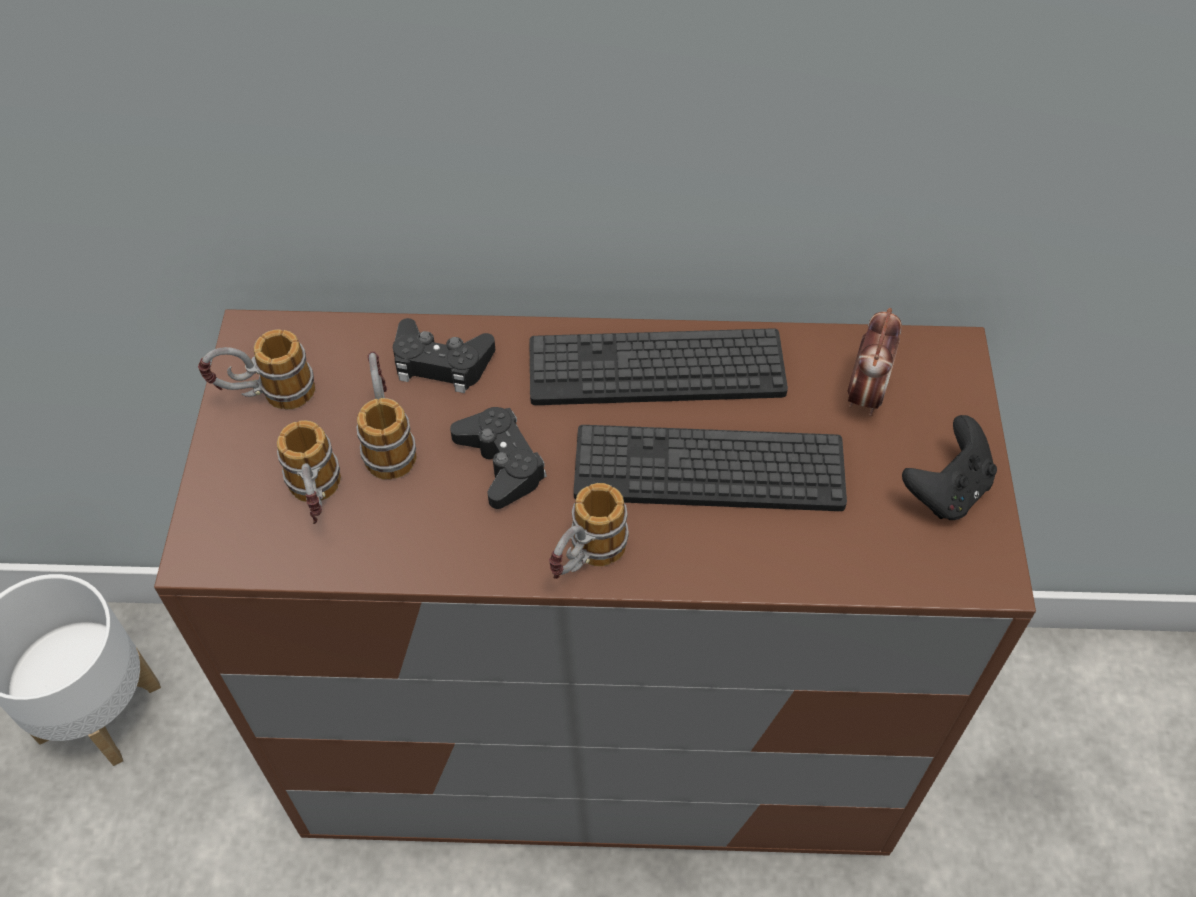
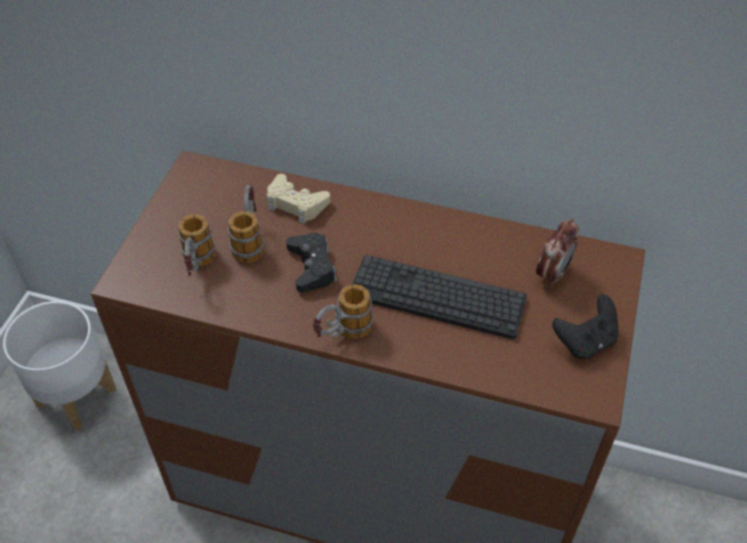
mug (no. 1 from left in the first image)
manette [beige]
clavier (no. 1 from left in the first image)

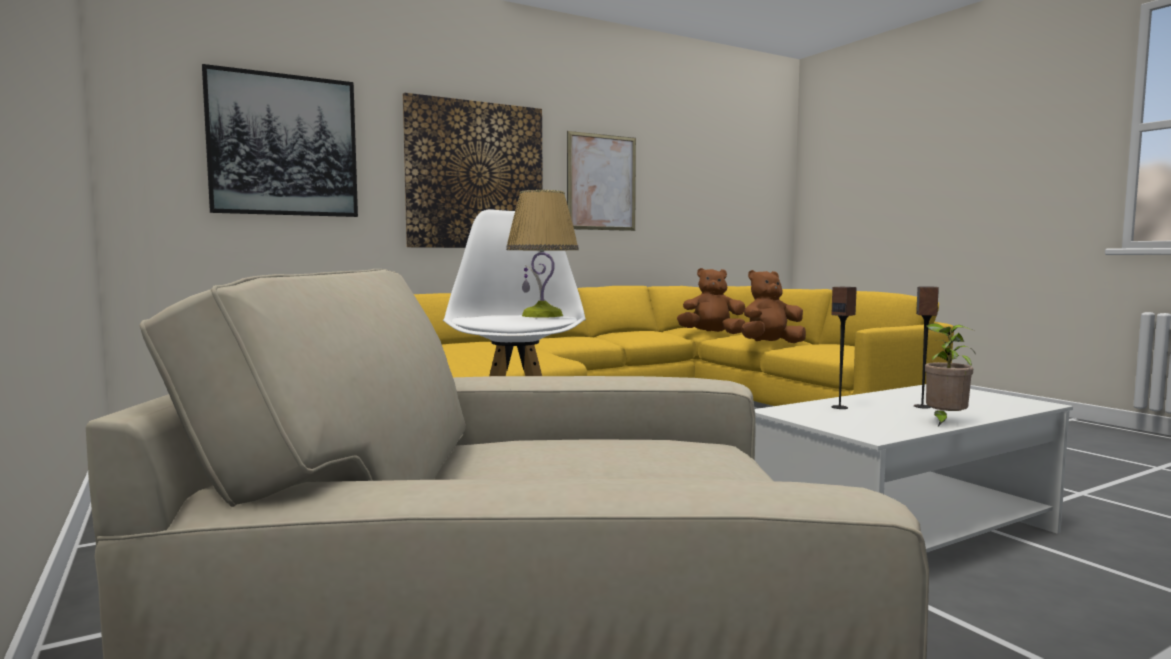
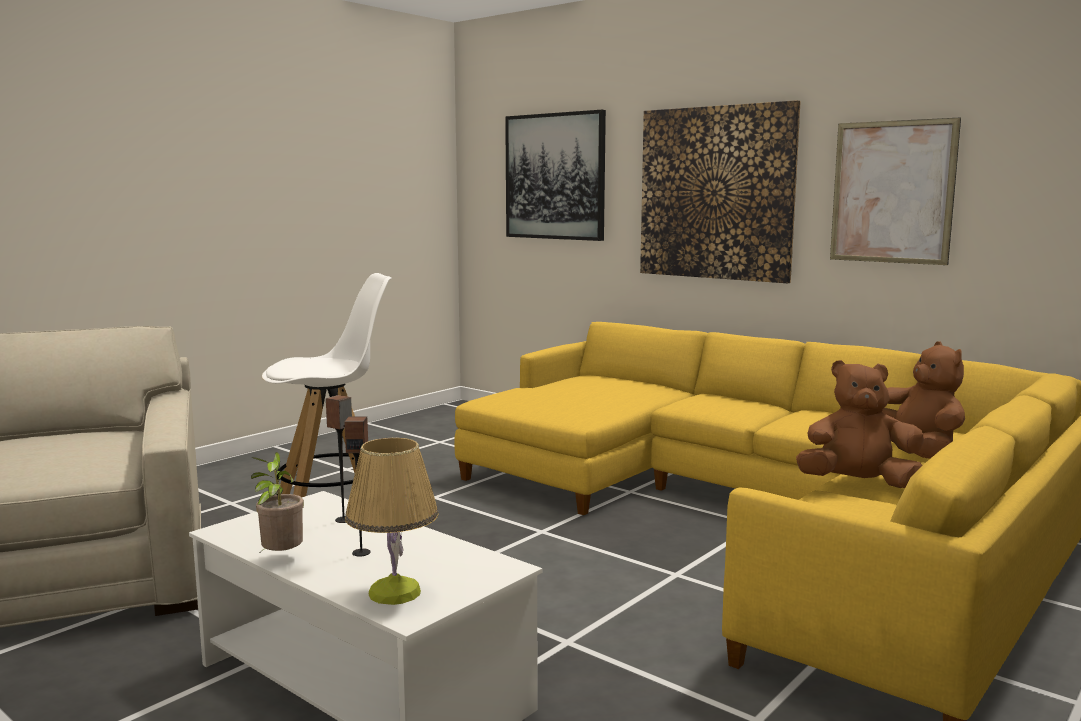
lampe de table
peluche [marron] (no. 1 from left)

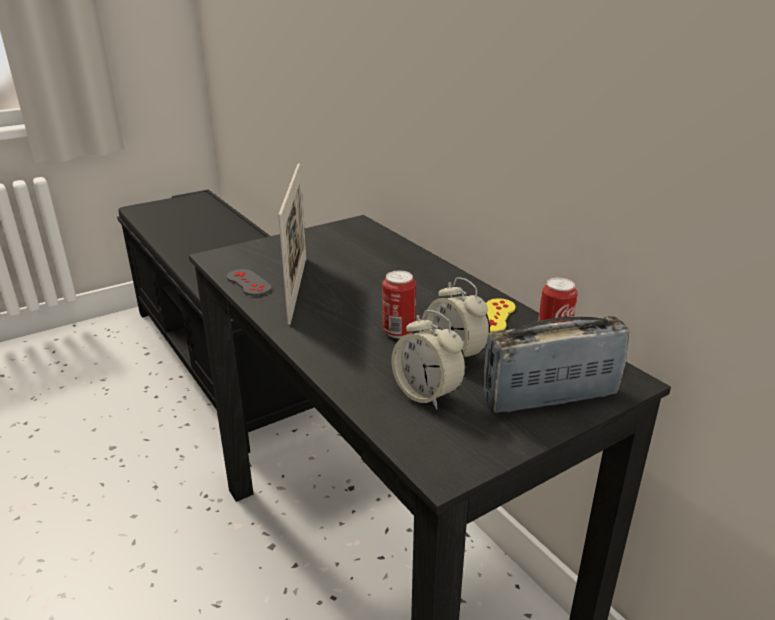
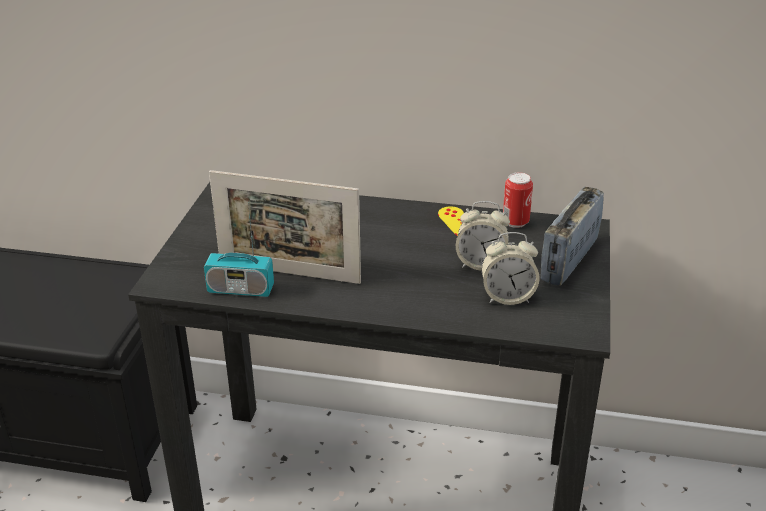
radio (no. 1 from left)
cadre photo
boîte métallique (no. 1 from left in the first image)

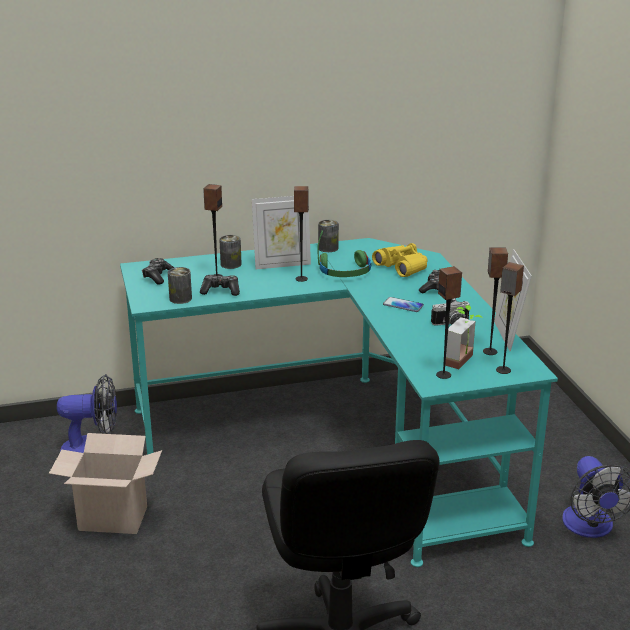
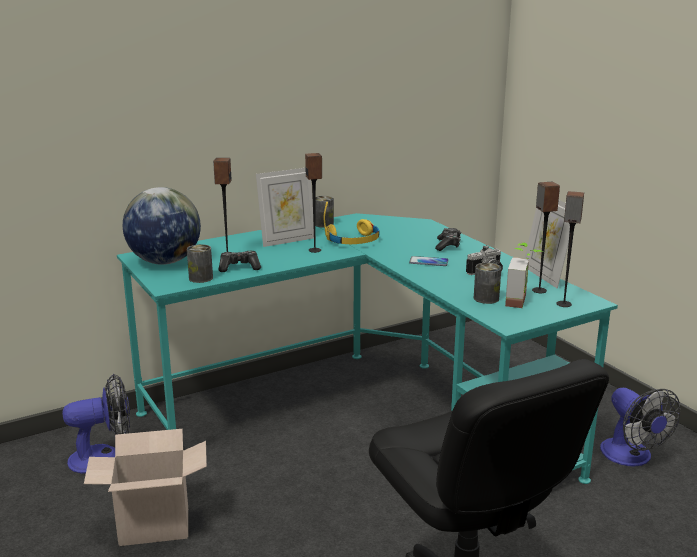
globe
boîte métallique (no. 3 from left)
casque audio [jaune]
jumelles [jaune]
enceinte (no. 3 from left in the first image)

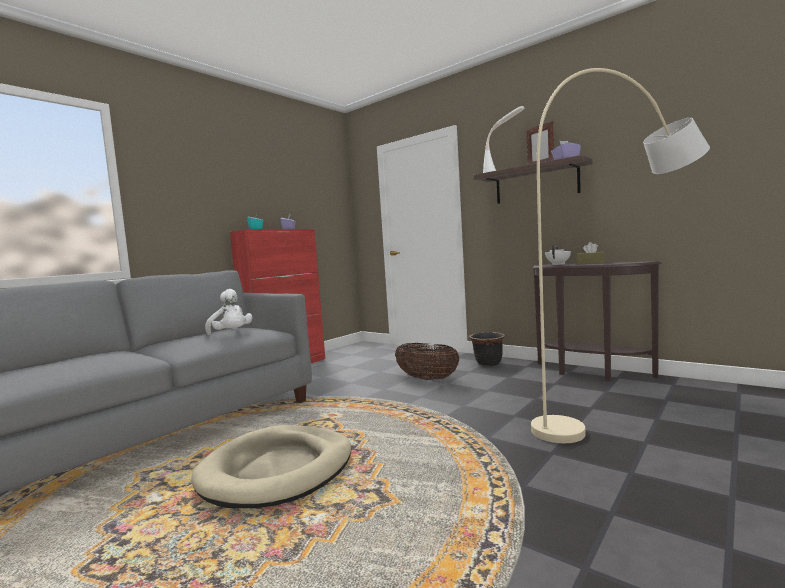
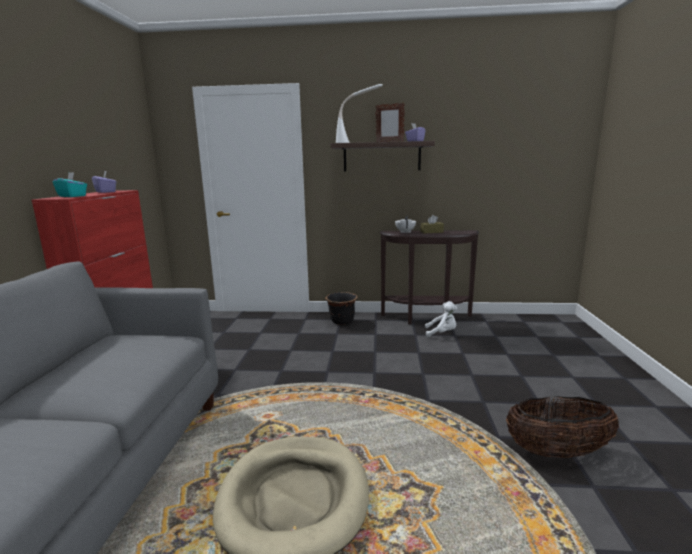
peluche [blanc]
panier
lampadaire [beige]

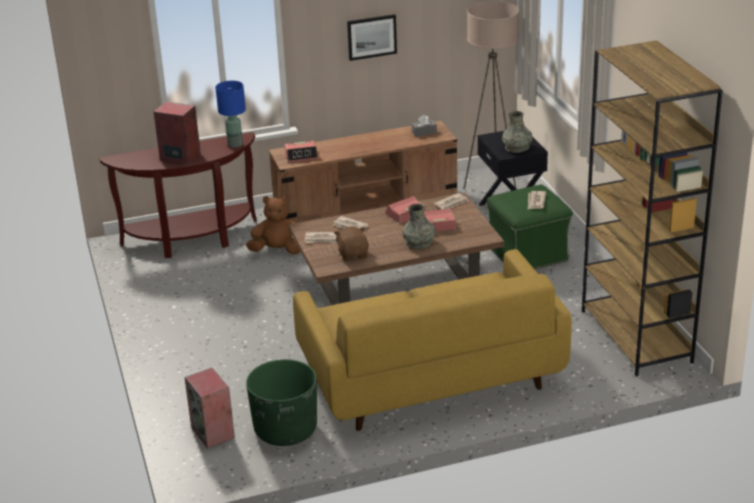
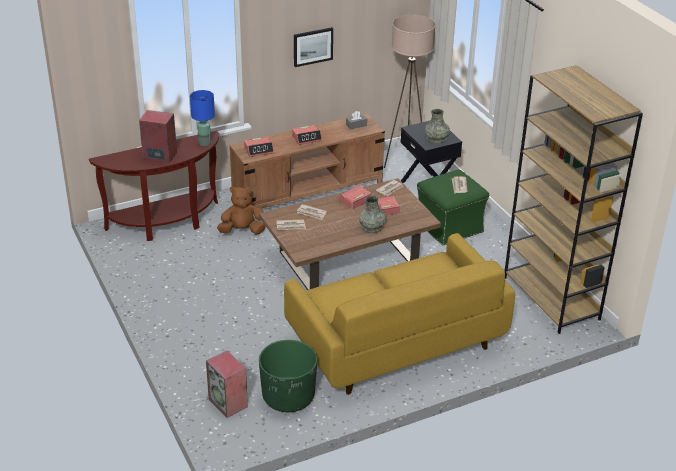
peluche [marron] (no. 2 from left in the first image)
réveil (no. 2 from left)

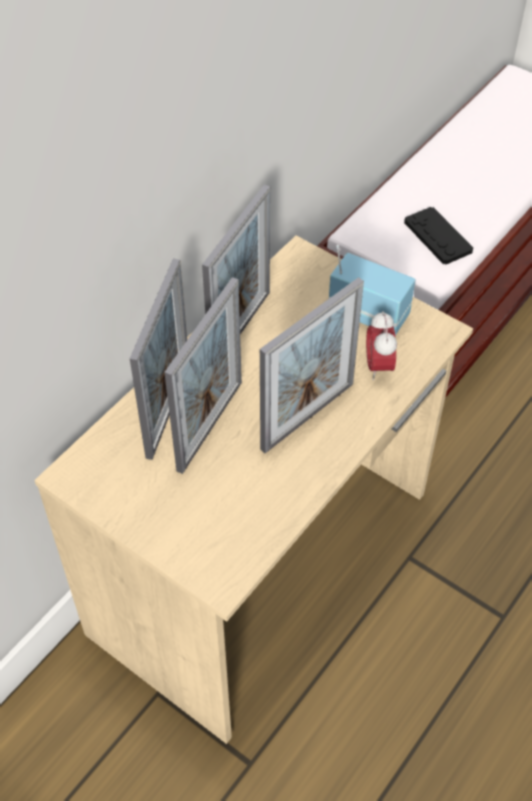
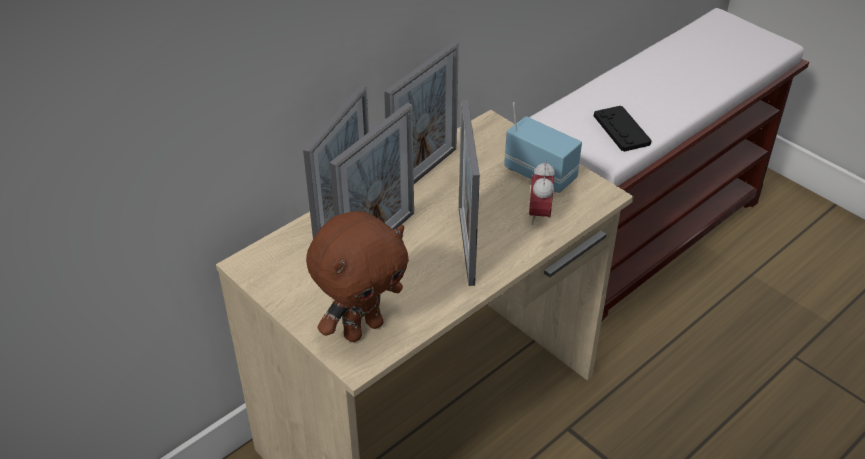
cadre photo (no. 4 from left)
peluche [marron]

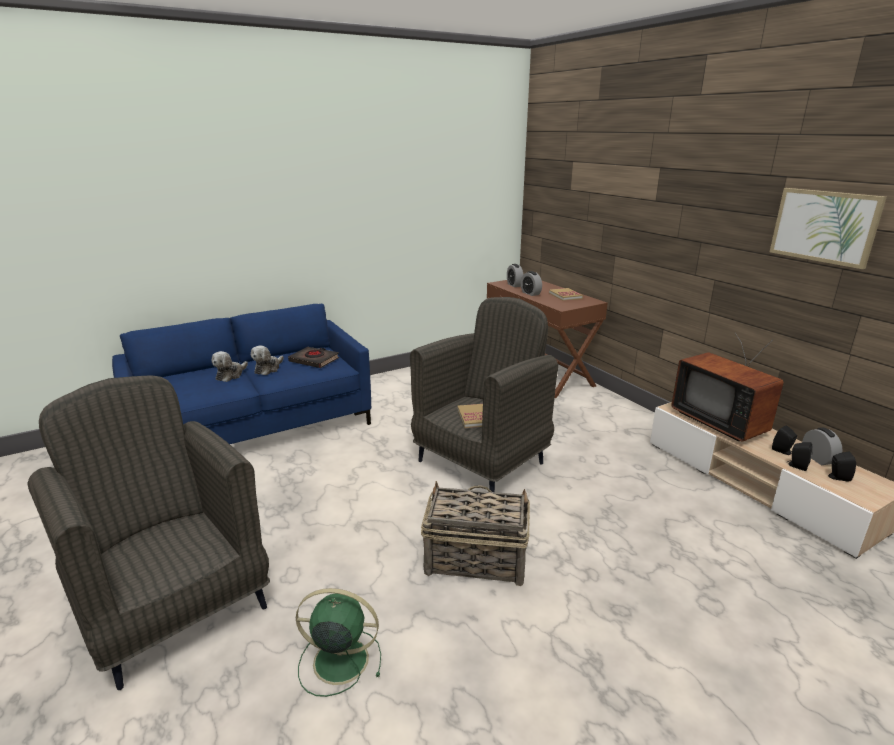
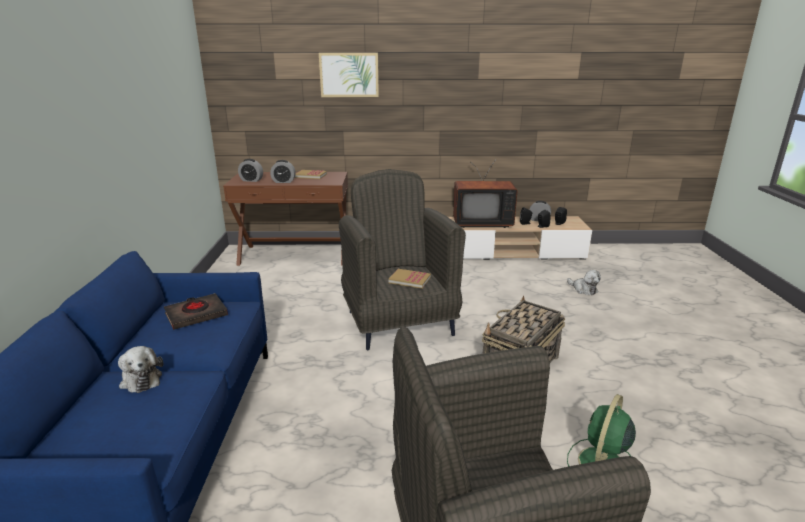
peluche (no. 2 from left)
tableau

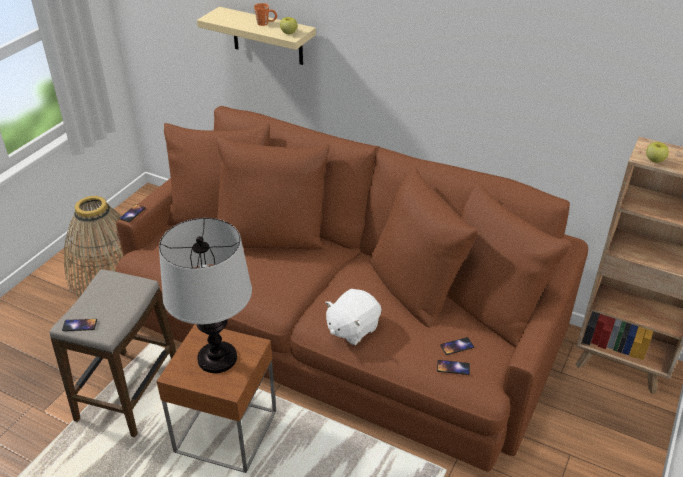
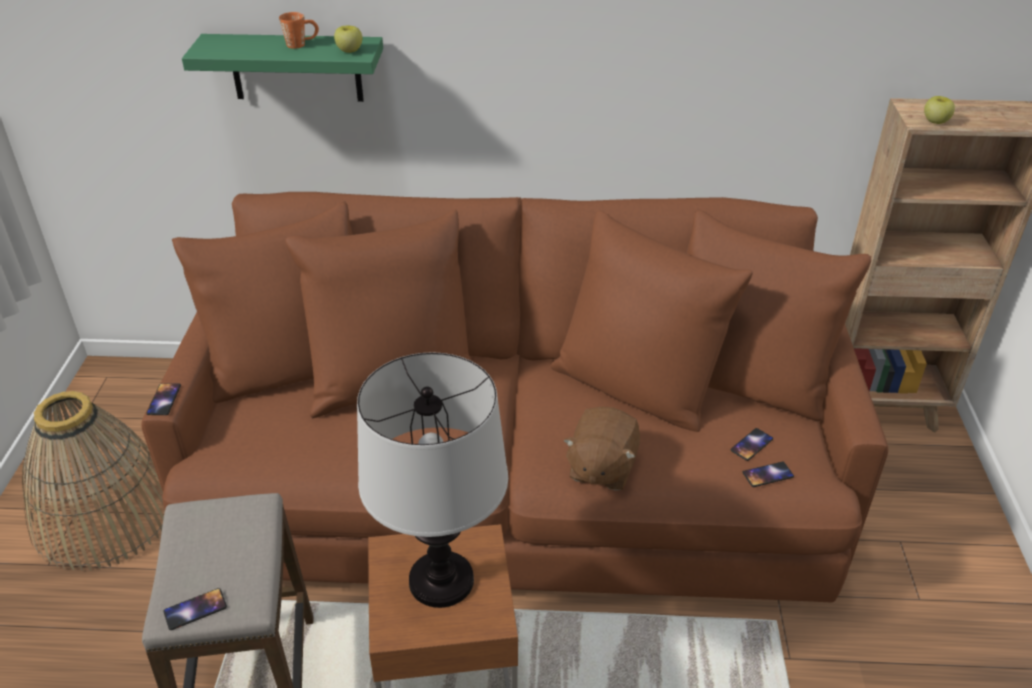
étagère [vert]
peluche [marron]

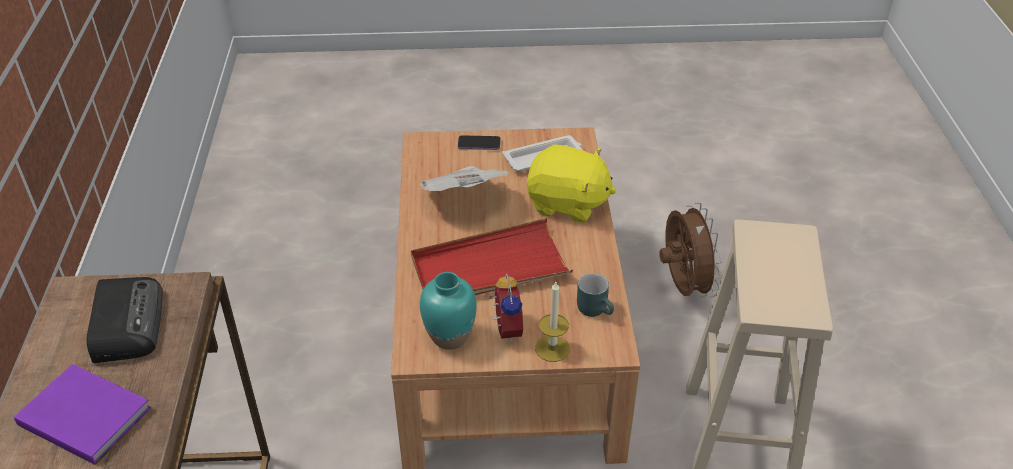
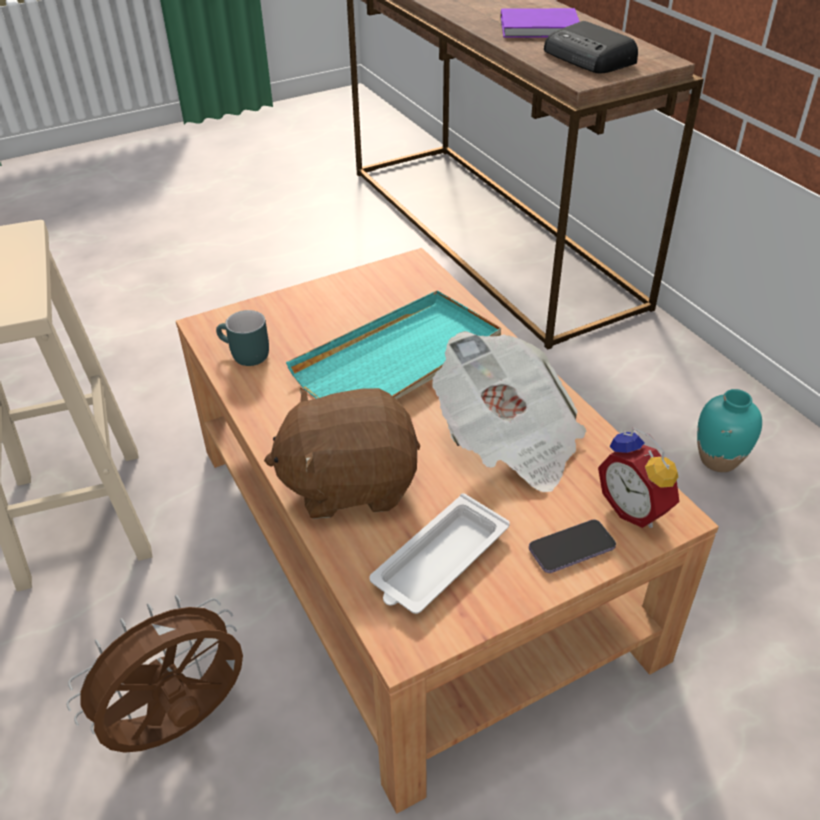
plateau [turquoise]
vase [turquoise]
réveil
peluche [marron]
bougie
ventilateur [marron]

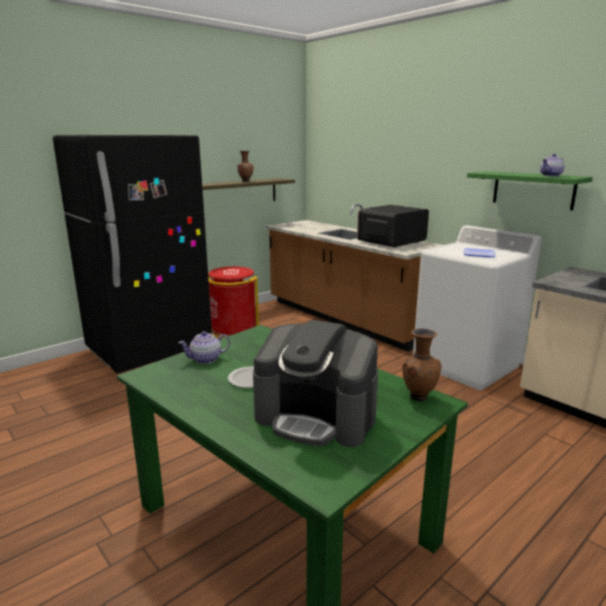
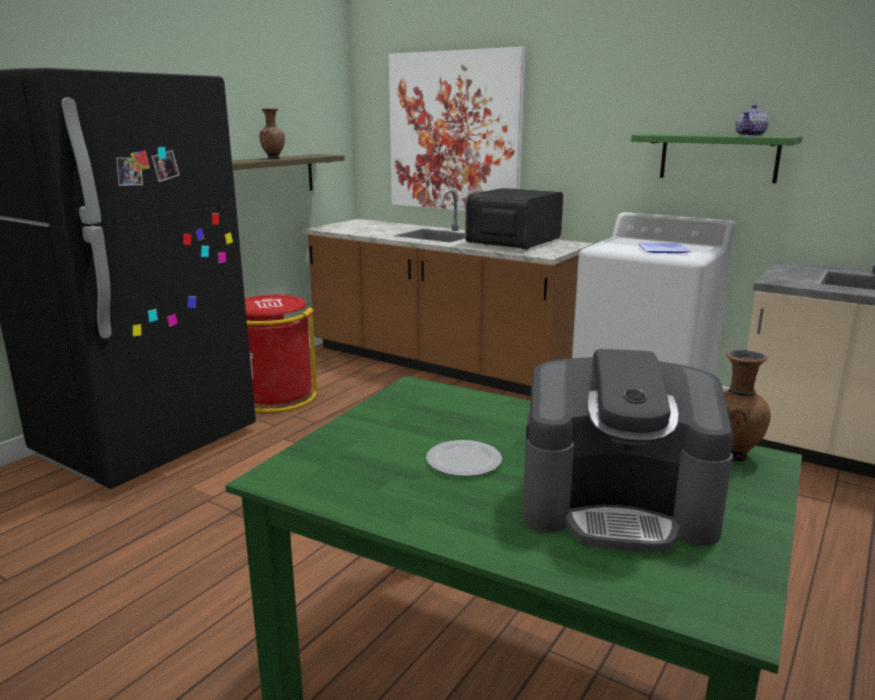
théière (no. 1 from left in the first image)
tableau

